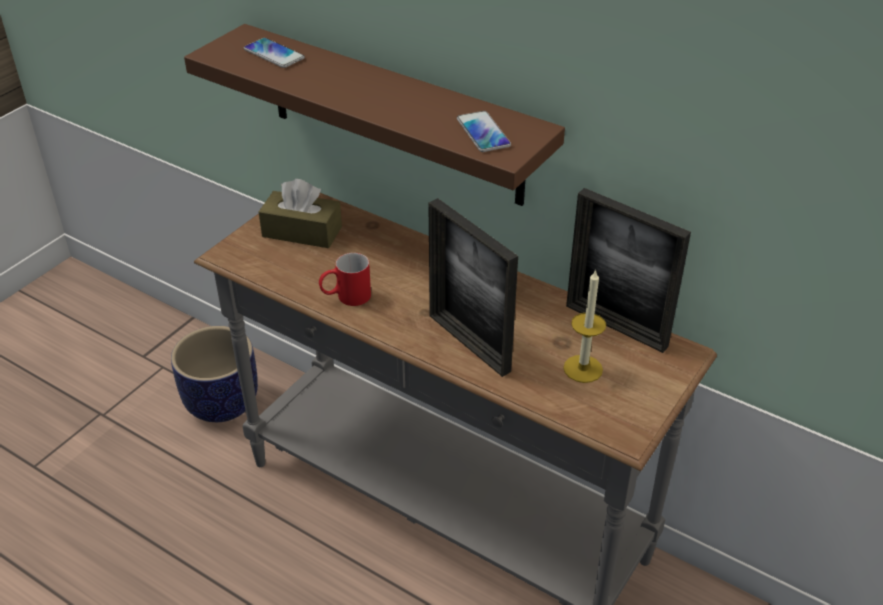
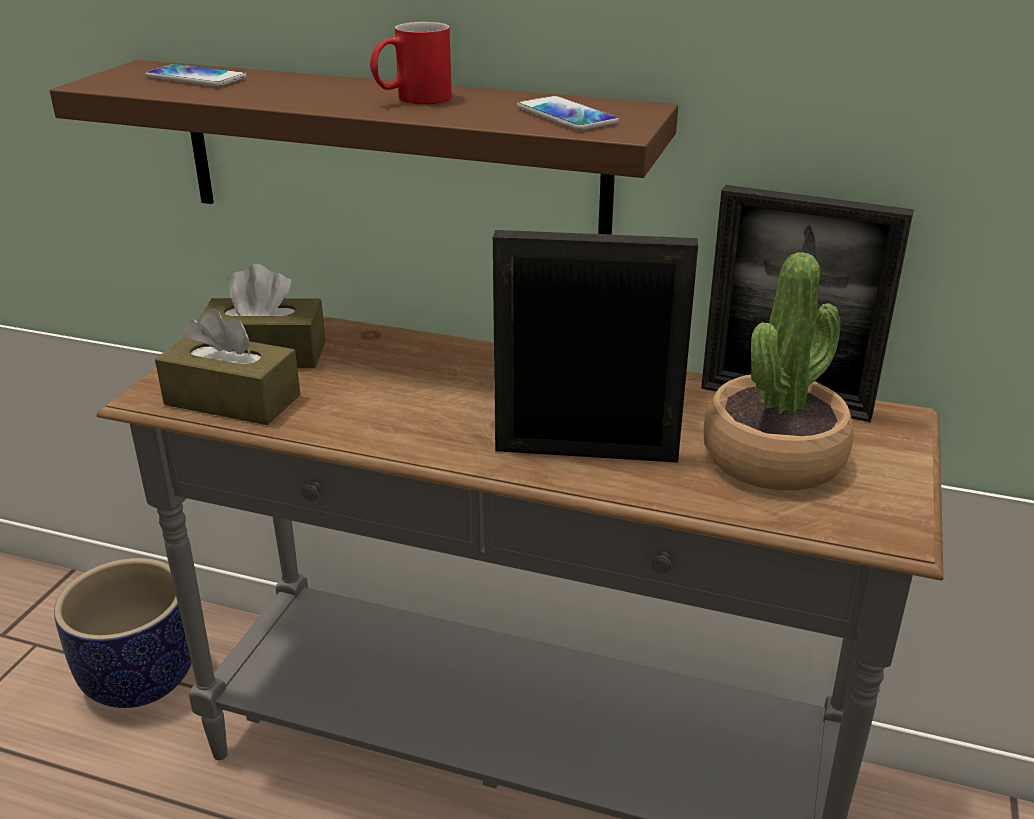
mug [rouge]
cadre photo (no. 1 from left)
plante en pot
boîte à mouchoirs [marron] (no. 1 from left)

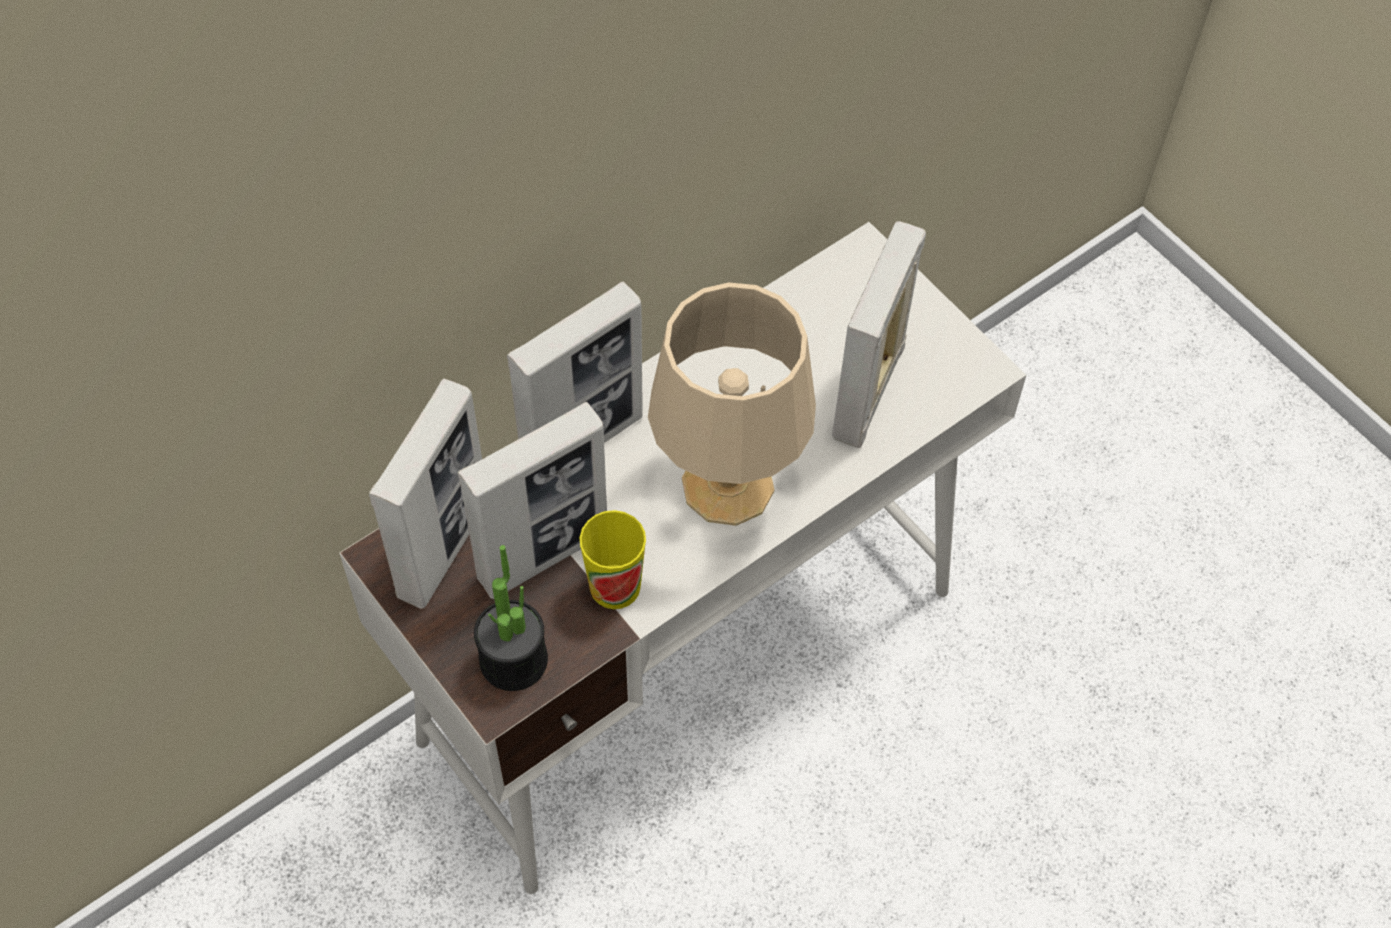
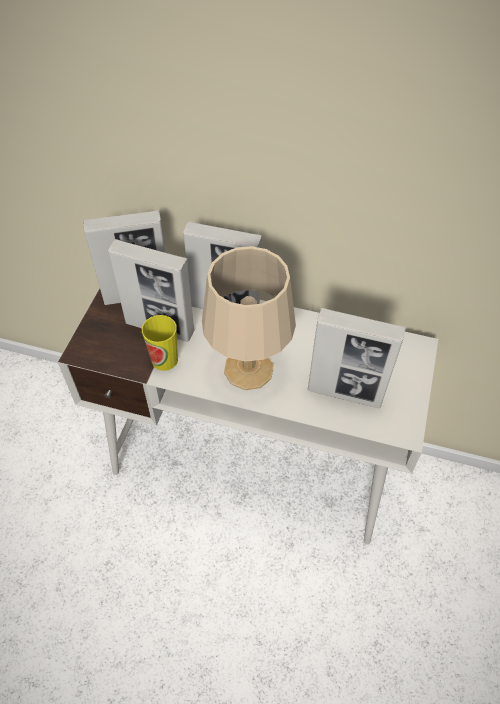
plante en pot
cadre photo (no. 4 from left)

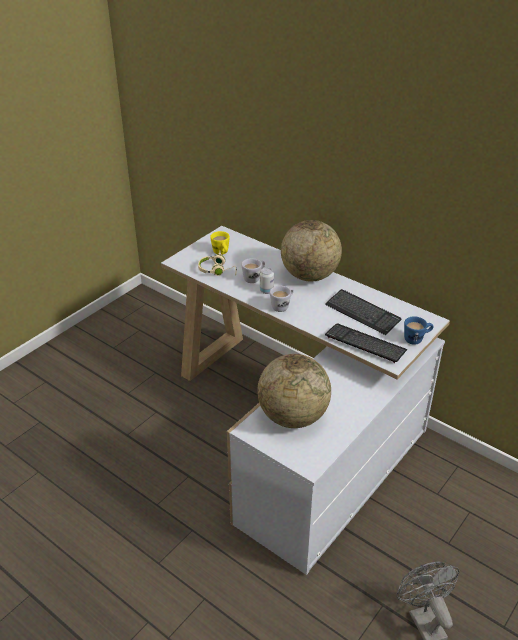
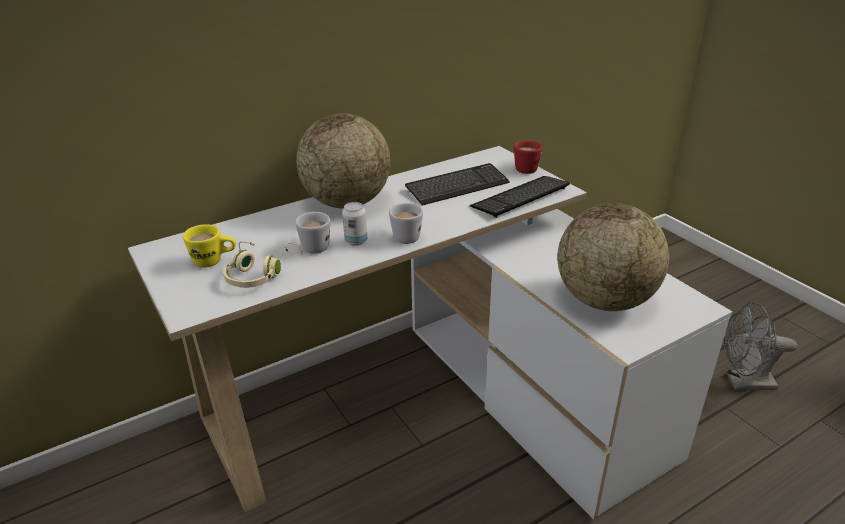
mug [rouge]

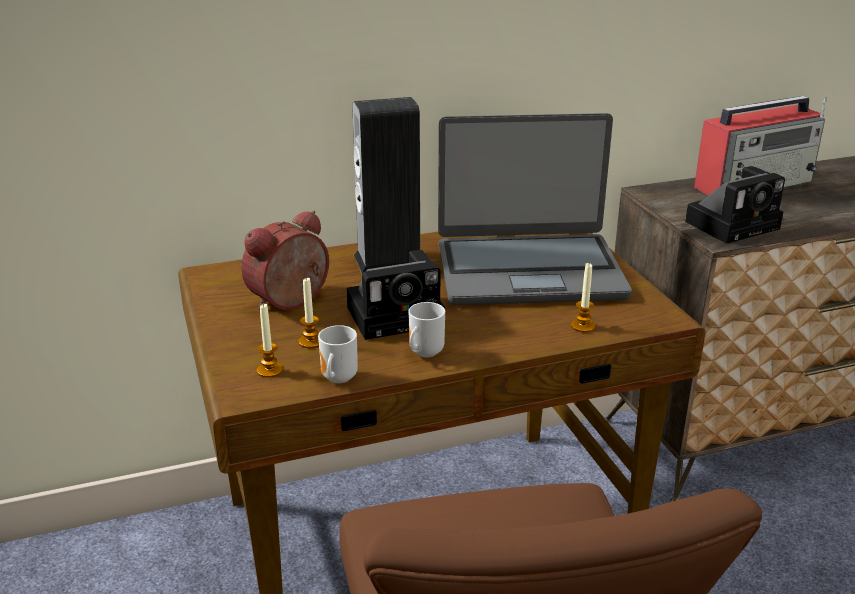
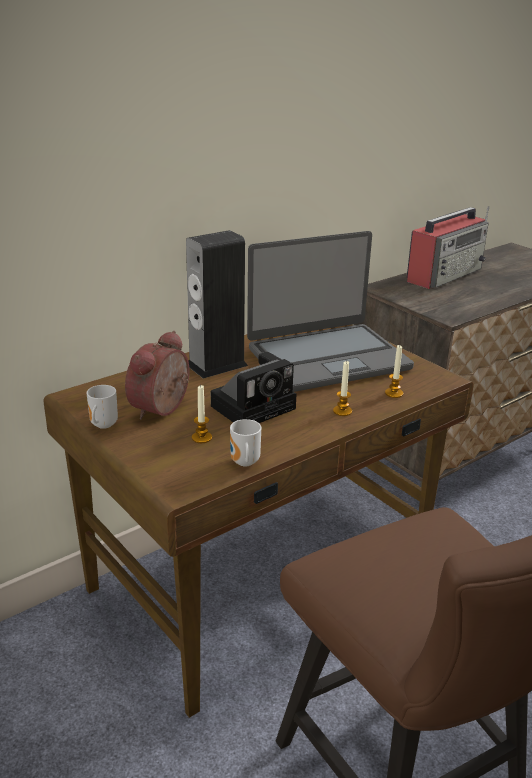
bougie (no. 2 from left)
mug (no. 1 from left)
appareil photo (no. 2 from left in the first image)

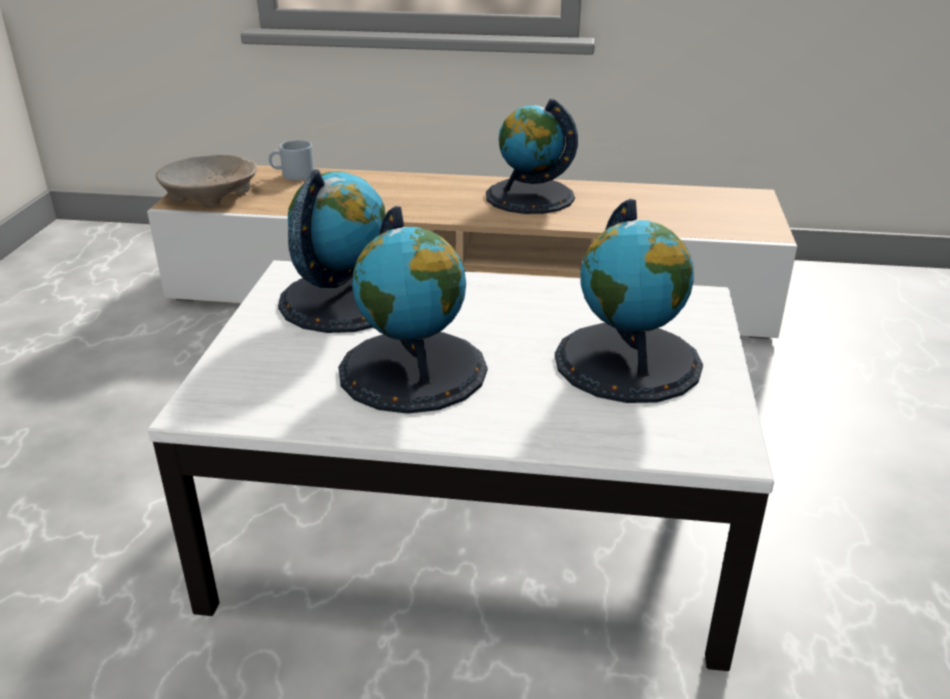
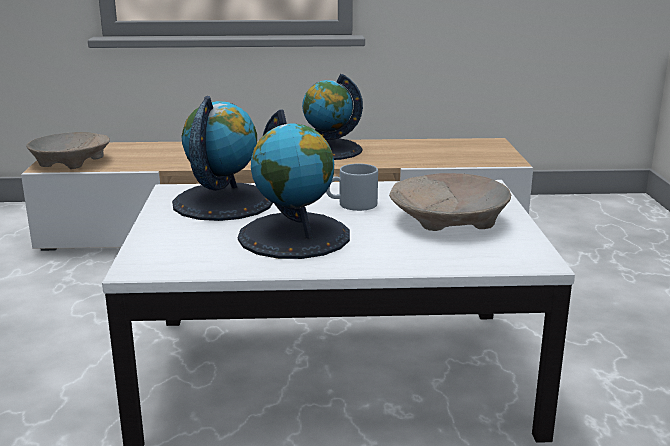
mug [gris]
bol [beige] (no. 2 from left)

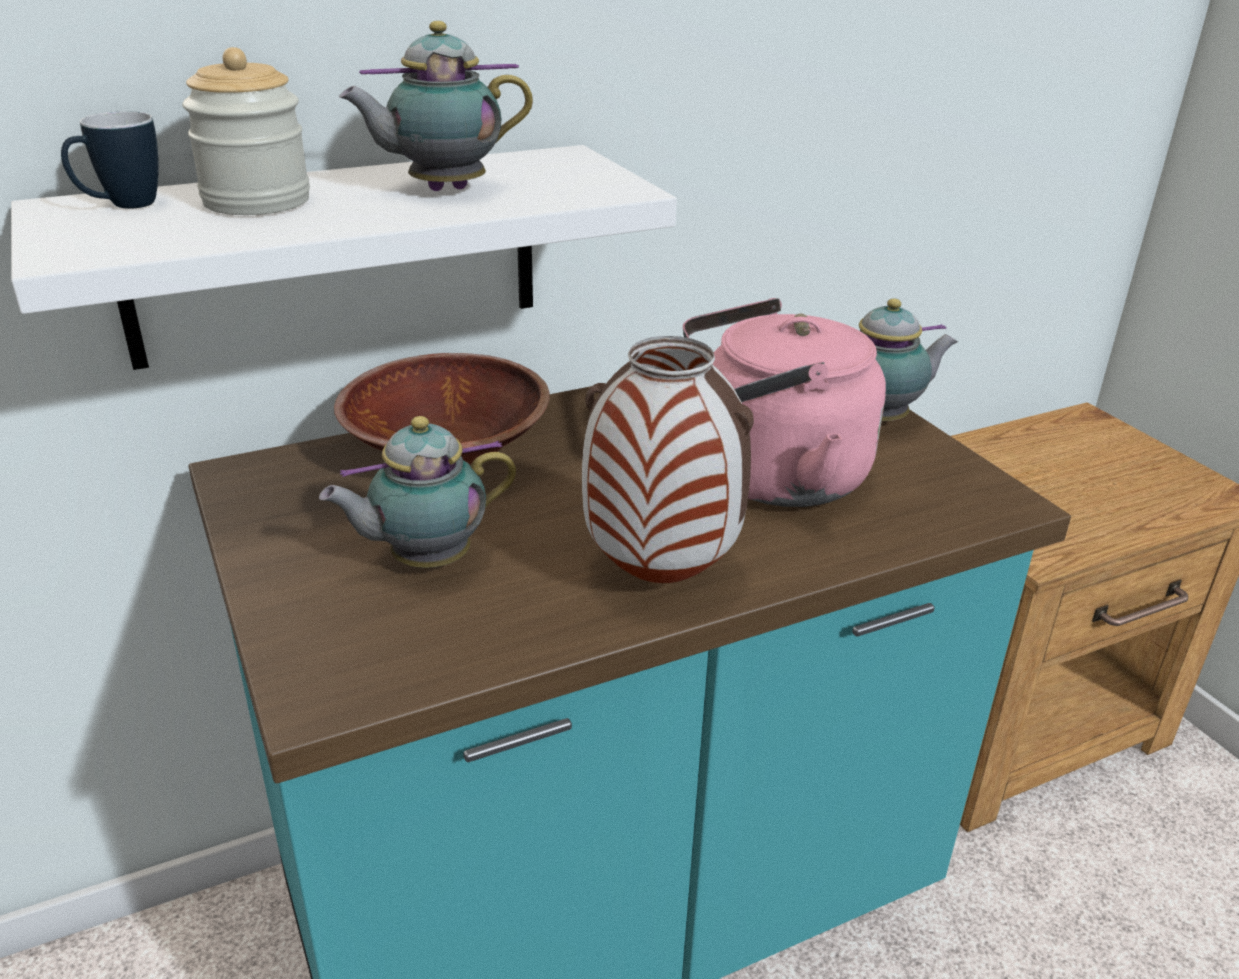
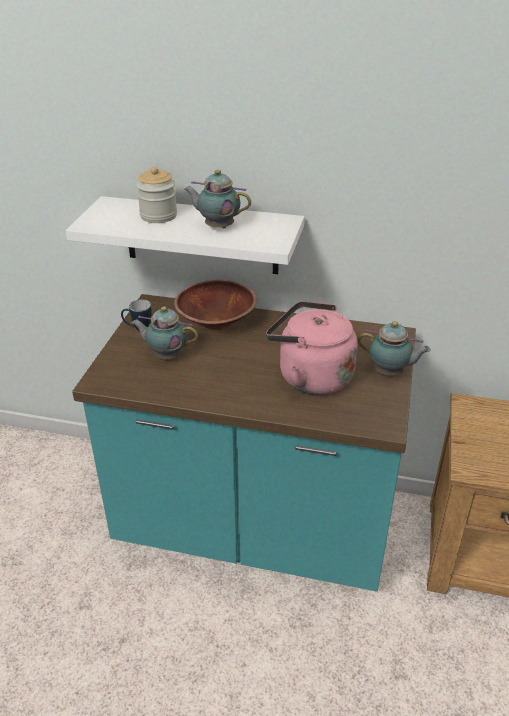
mug
vase

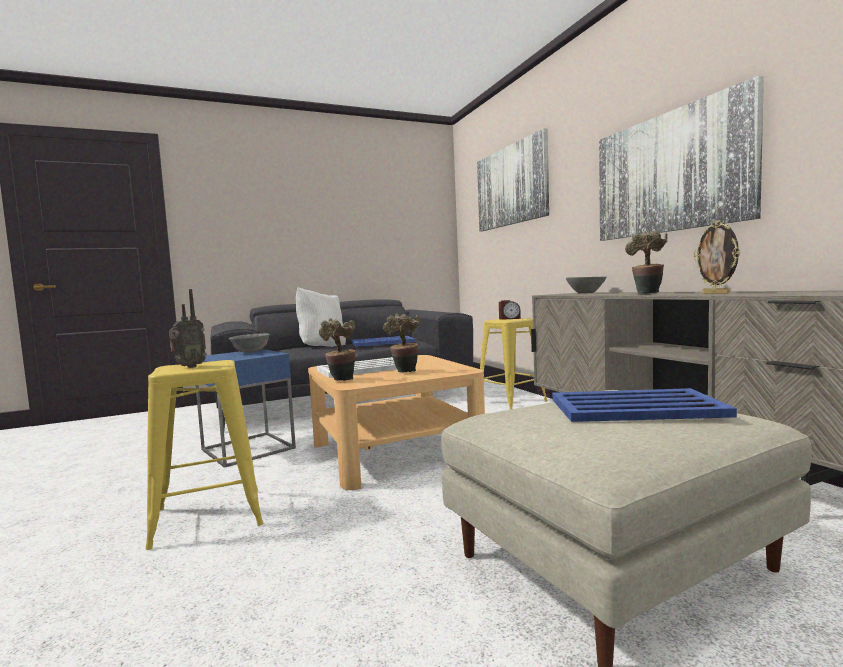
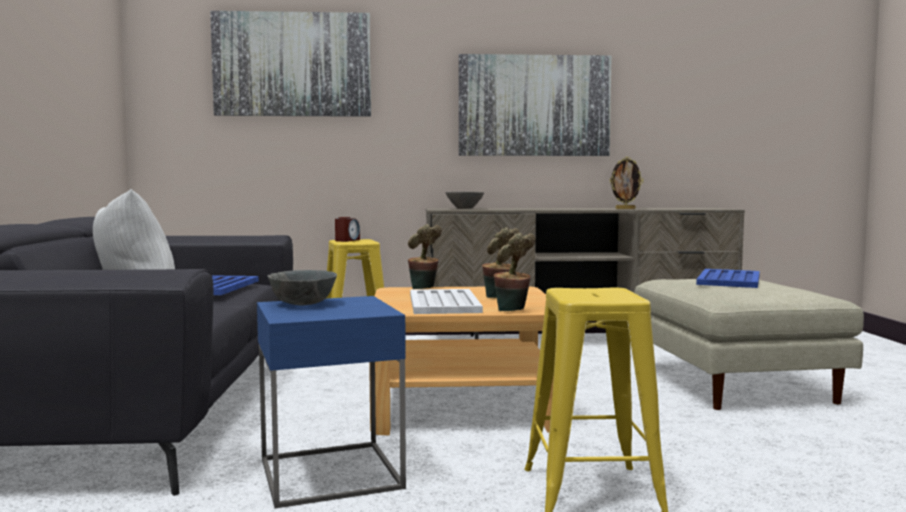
radio
plante en pot (no. 1 from left)

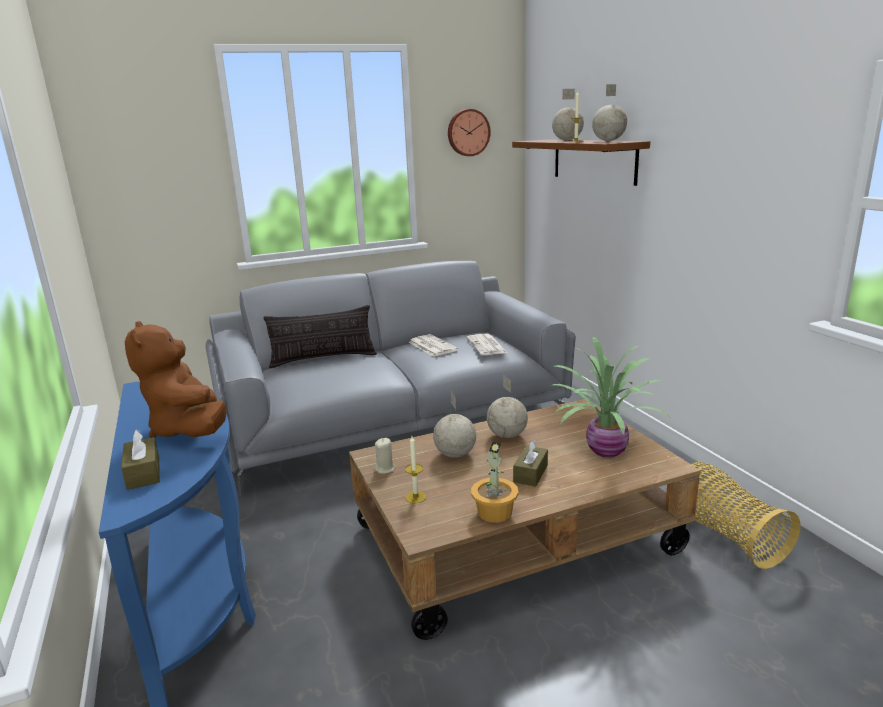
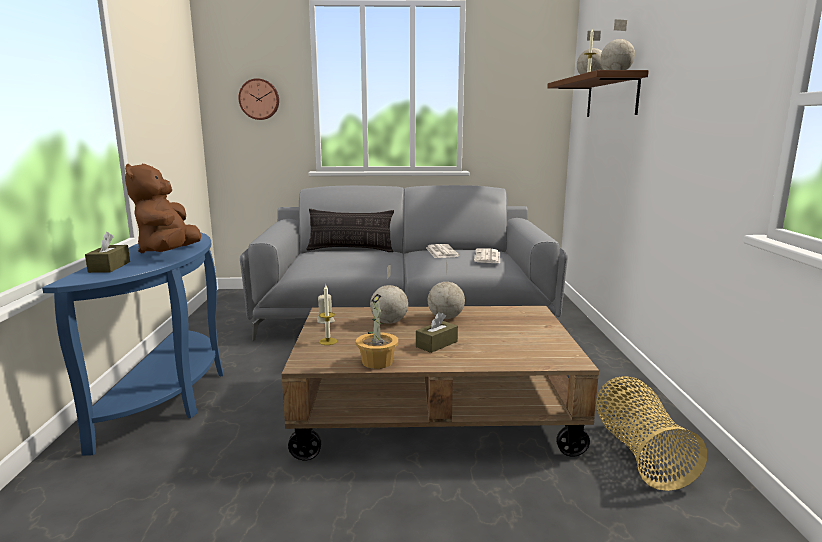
horloge murale
plante en pot (no. 2 from left in the first image)

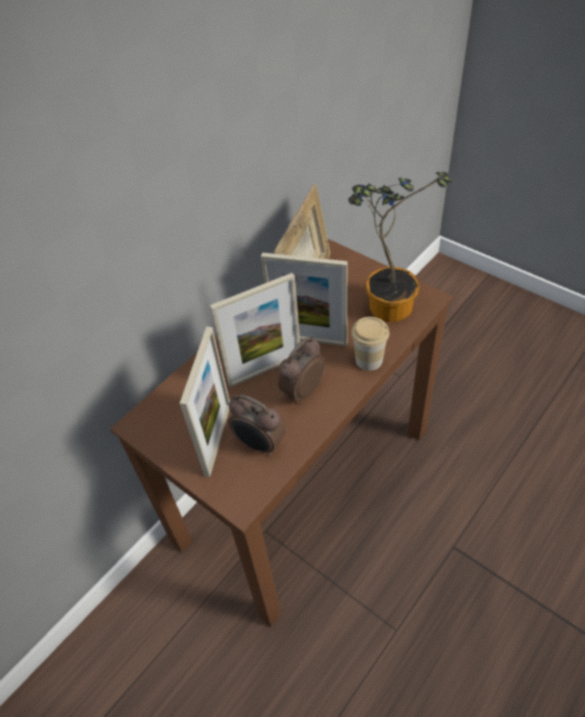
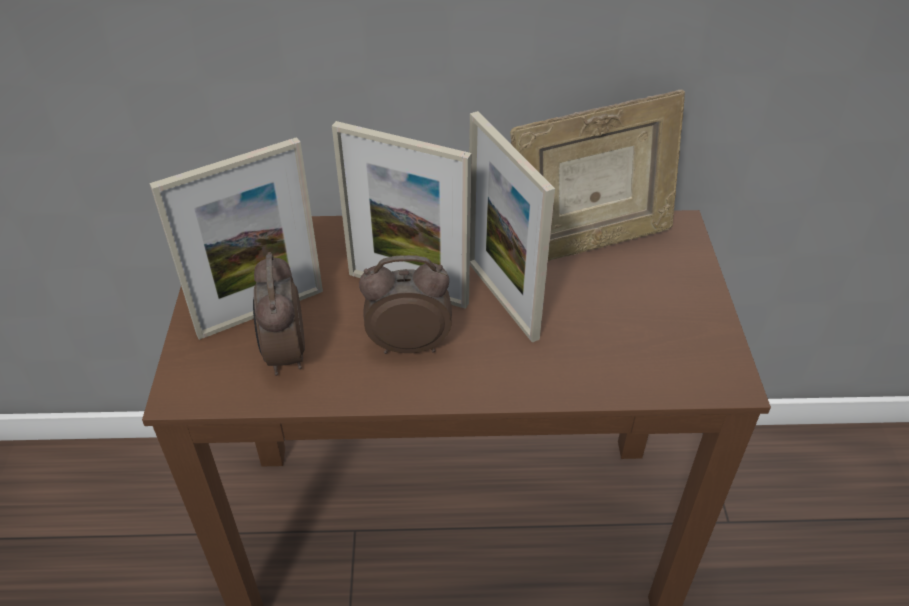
plante en pot
tasse

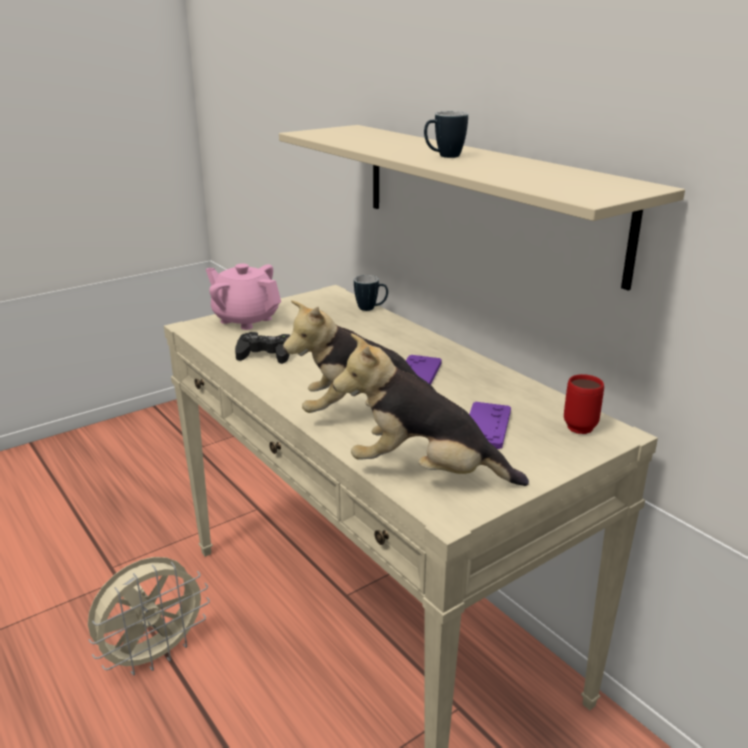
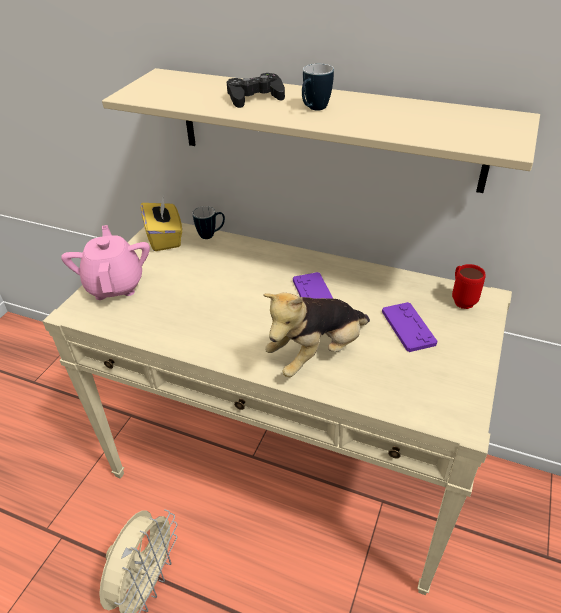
théière [rose]
manette [noir]
peluche (no. 2 from left in the first image)
boîte à mouchoirs [jaune]

